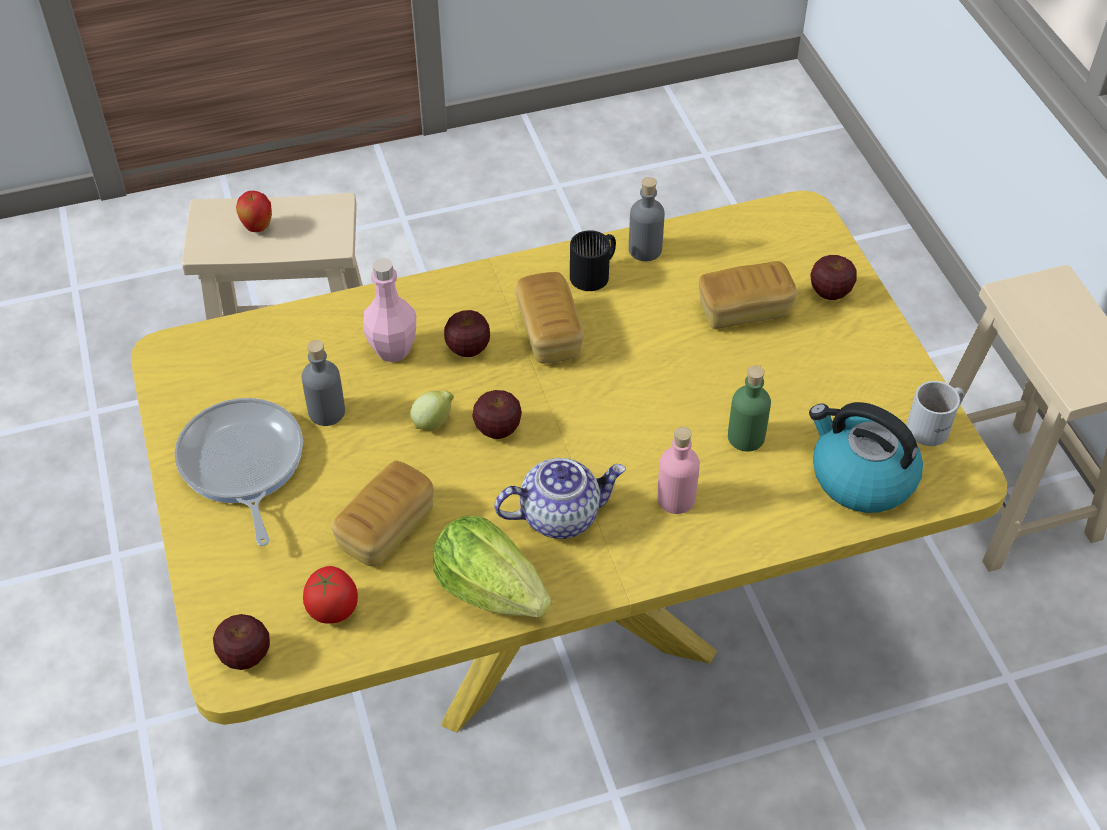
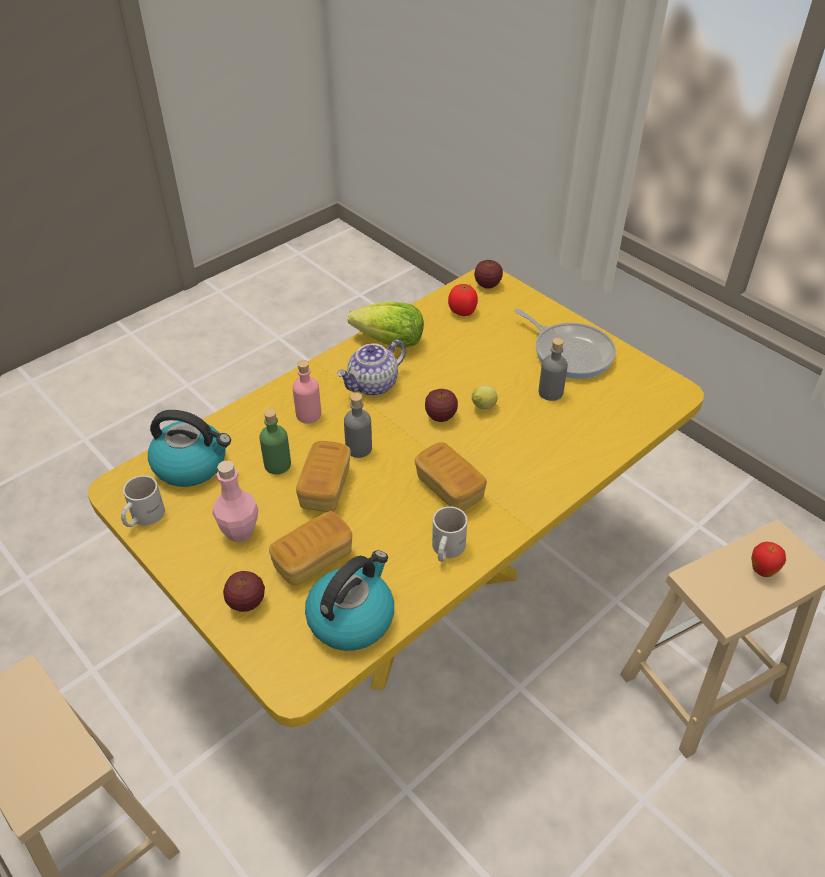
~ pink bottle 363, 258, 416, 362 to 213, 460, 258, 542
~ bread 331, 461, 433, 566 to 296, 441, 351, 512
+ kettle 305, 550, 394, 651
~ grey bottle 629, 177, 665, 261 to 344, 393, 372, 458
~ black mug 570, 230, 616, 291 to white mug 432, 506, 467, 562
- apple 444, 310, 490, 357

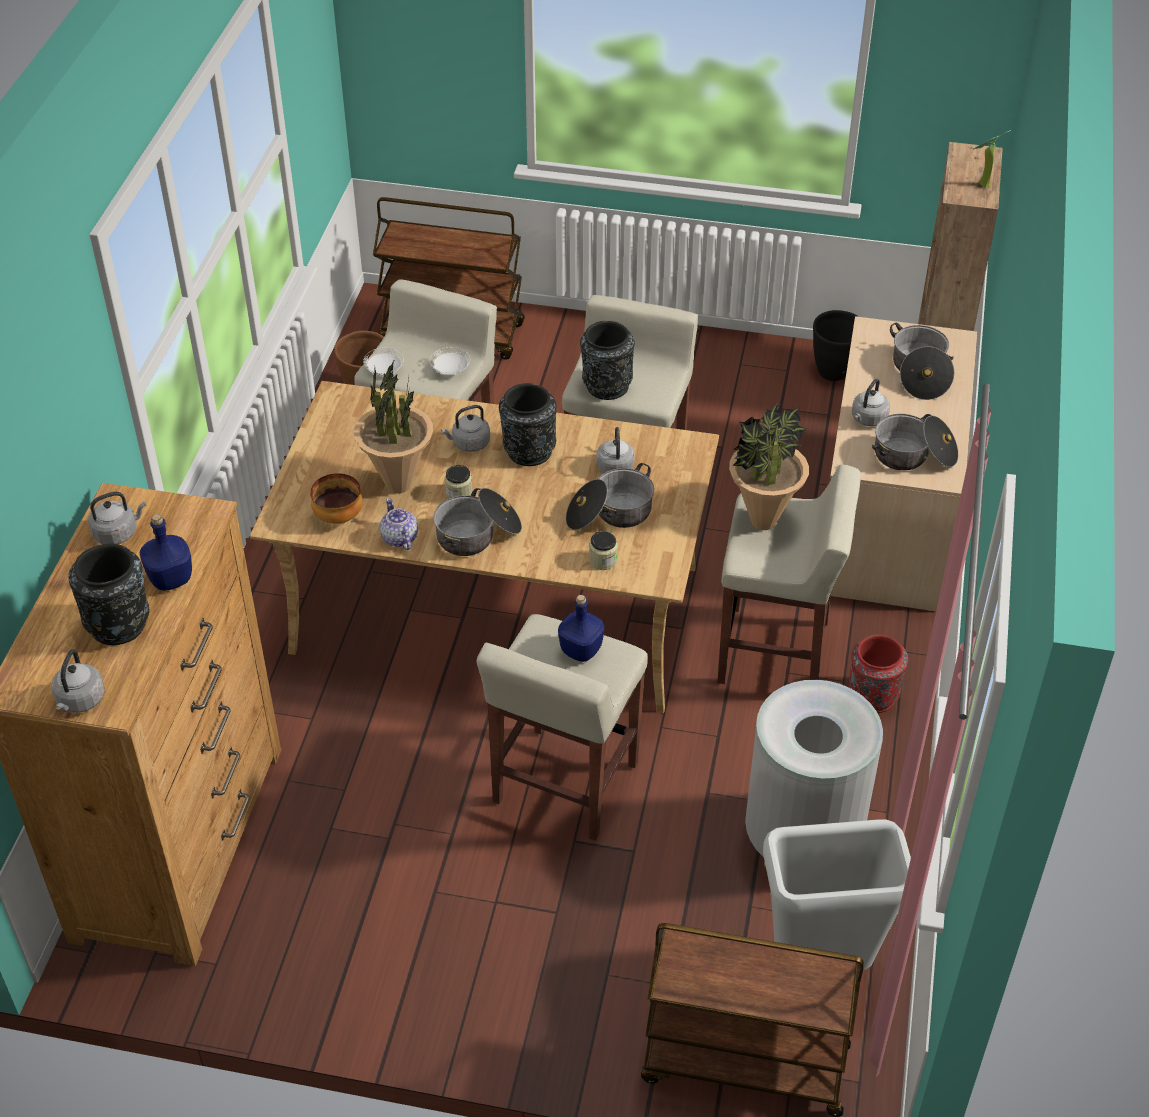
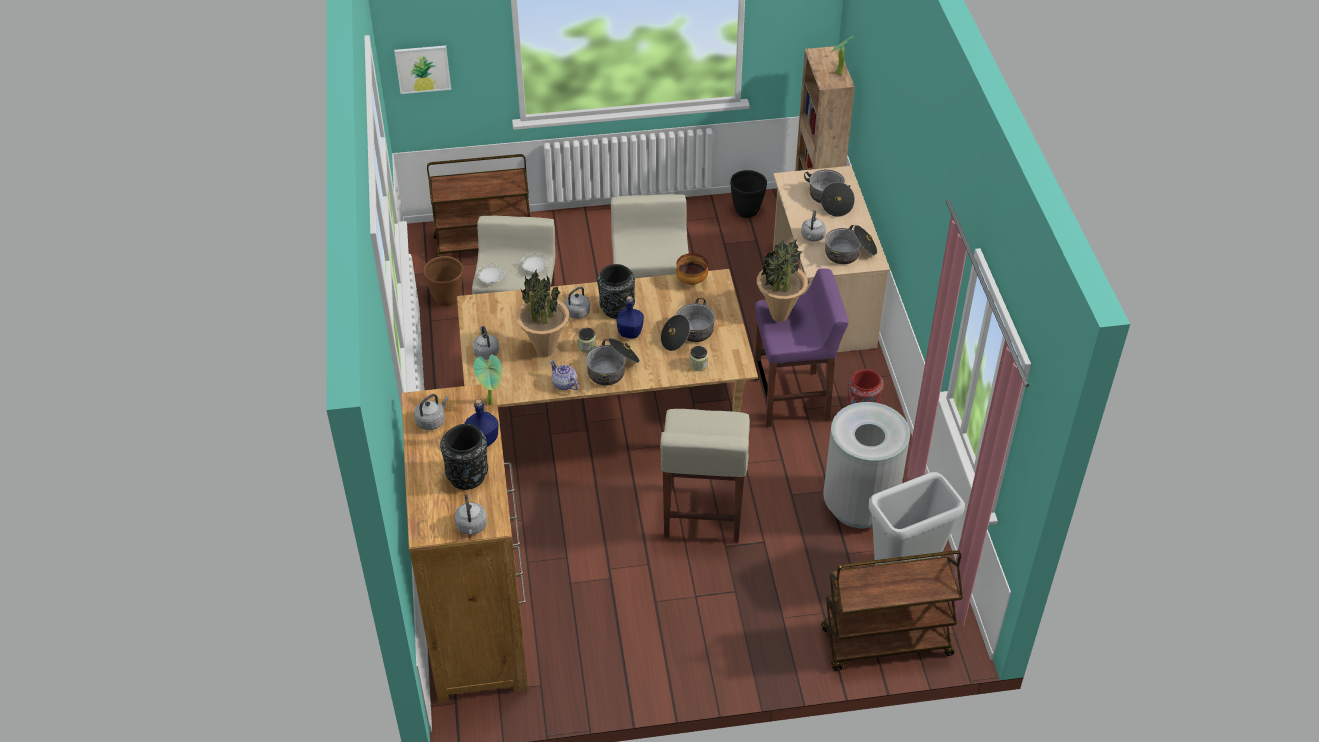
+ picture 394, 46, 451, 94
~ grey kettle 596, 427, 635, 474 to 472, 326, 499, 360
+ potted plant 473, 355, 502, 405
~ blue bottle 558, 595, 604, 662 to 617, 296, 644, 338
~ bowl 310, 473, 363, 524 to 676, 253, 708, 285
~ beige stool 717, 464, 861, 684 to purple stool 754, 268, 848, 427
- black vase 580, 321, 635, 400

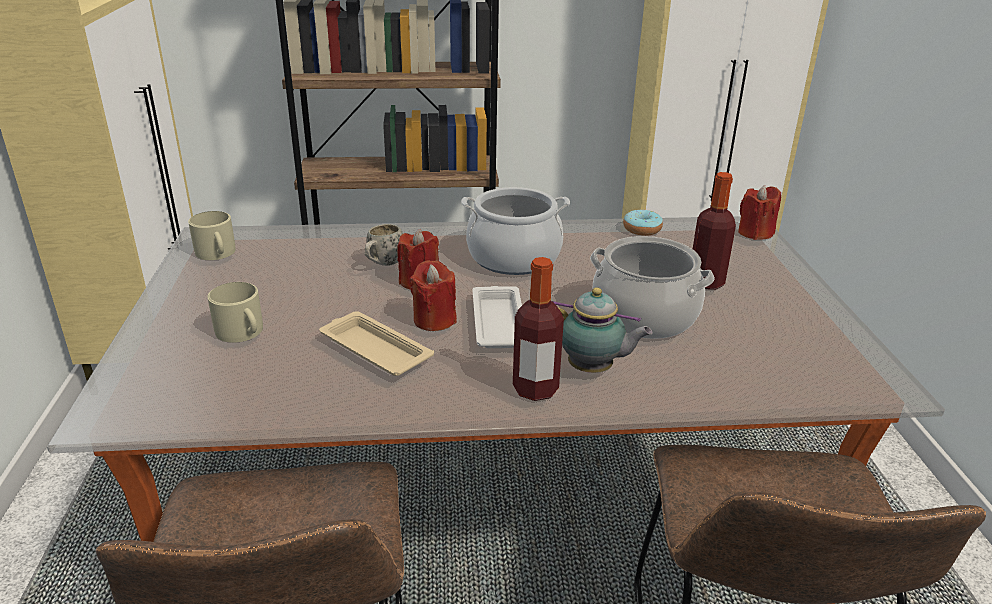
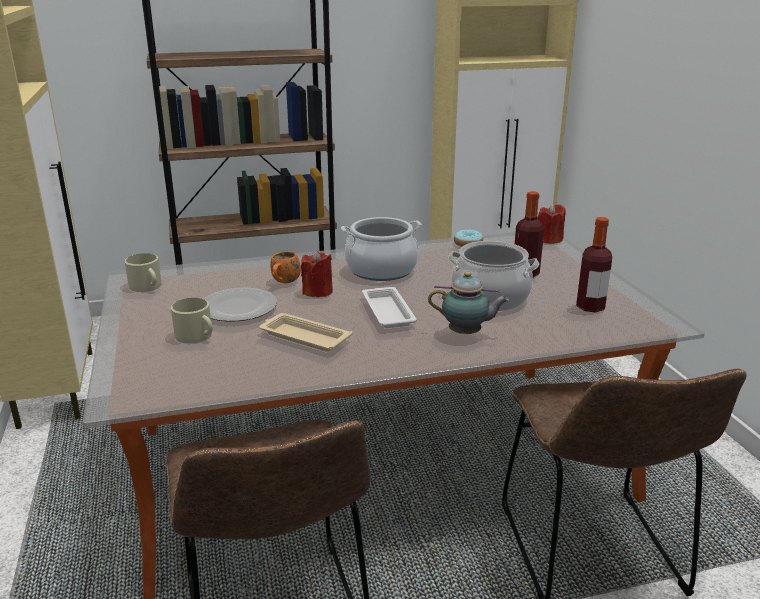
+ plate 204, 288, 277, 322
~ white mug 365, 224, 403, 266 to orange mug 270, 251, 301, 283
~ bottle 513, 257, 564, 401 to 576, 217, 612, 312
- red candle 410, 260, 457, 331

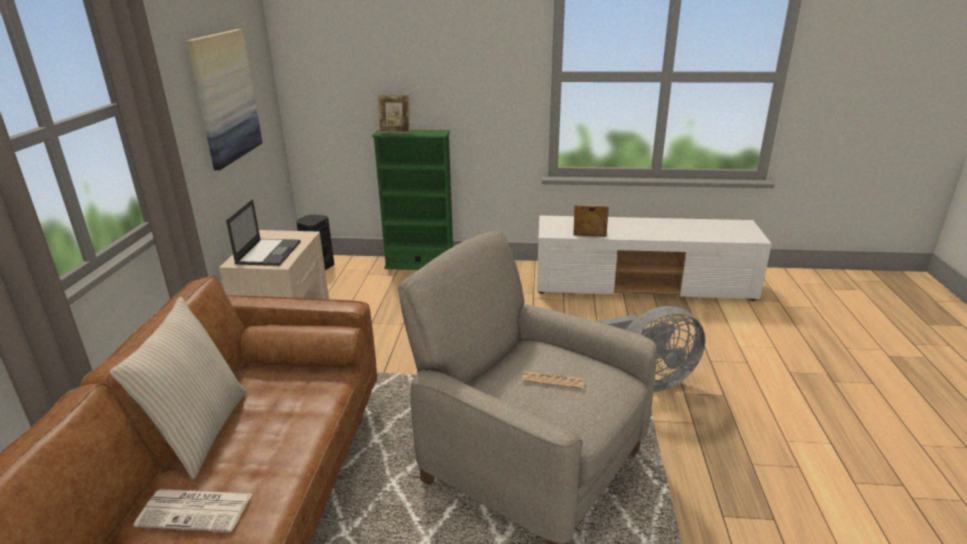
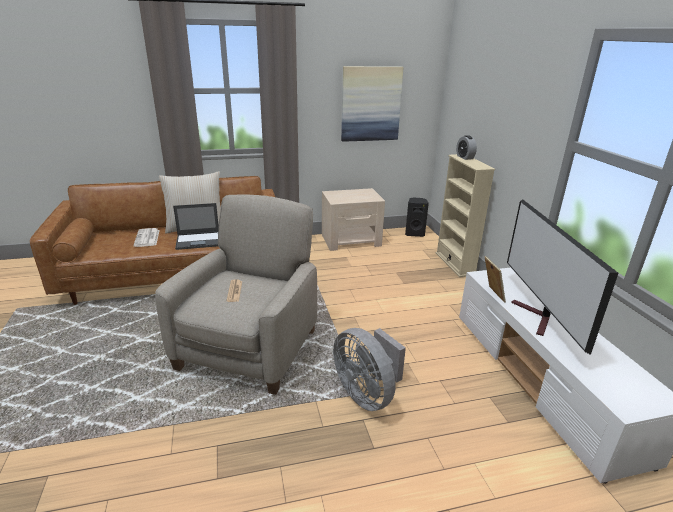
~ laptop 226, 199, 301, 266 to 173, 203, 219, 250
~ green bookcase 372, 129, 453, 270 to beige bookcase 436, 154, 495, 277
~ picture frame 378, 95, 410, 133 to alarm clock 456, 135, 477, 160
+ television 507, 200, 618, 355

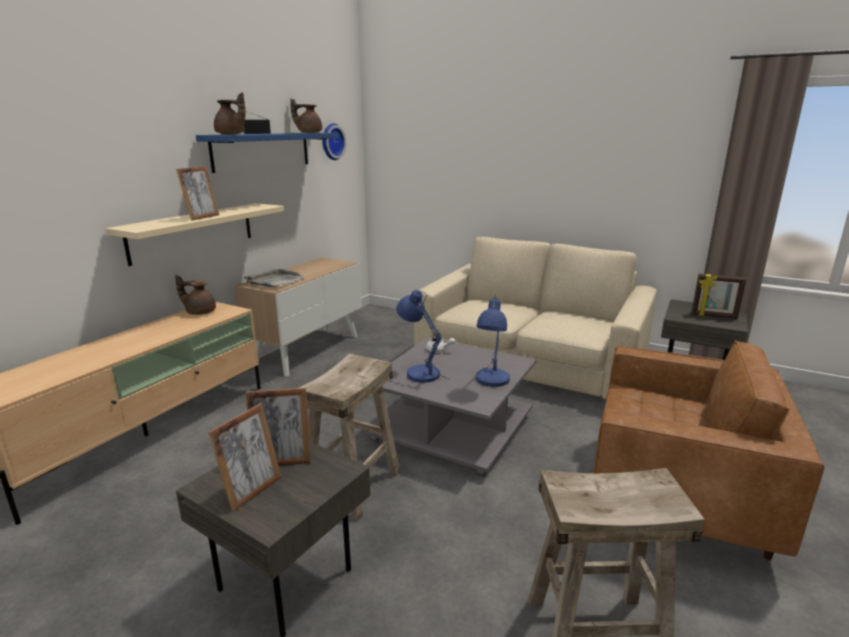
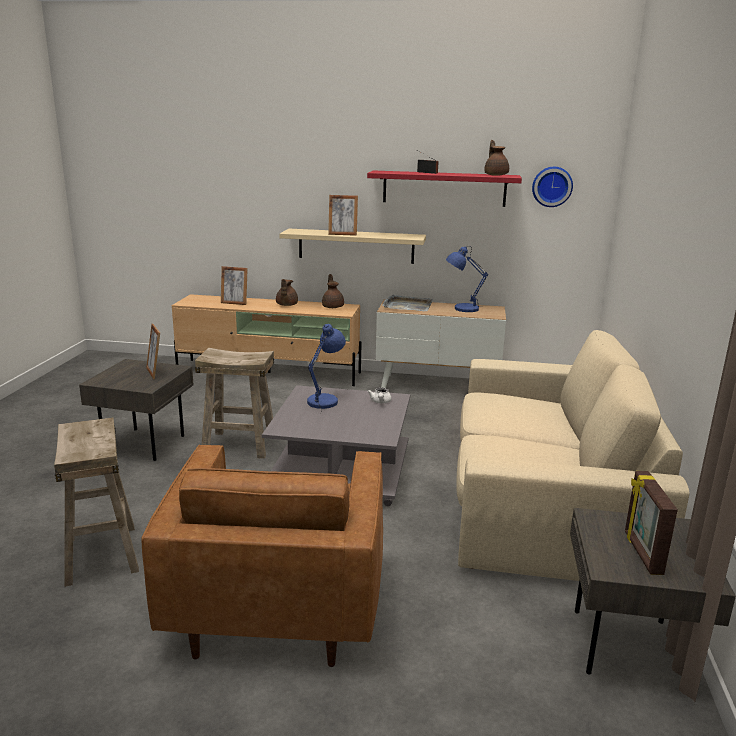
~ picture frame 208, 403, 281, 512 to 221, 266, 248, 305
~ brown teapot 214, 92, 246, 135 to 276, 279, 298, 306
~ blue shelf 196, 133, 339, 173 to red shelf 367, 170, 522, 207
~ blue table lamp 476, 296, 510, 387 to 446, 246, 488, 312

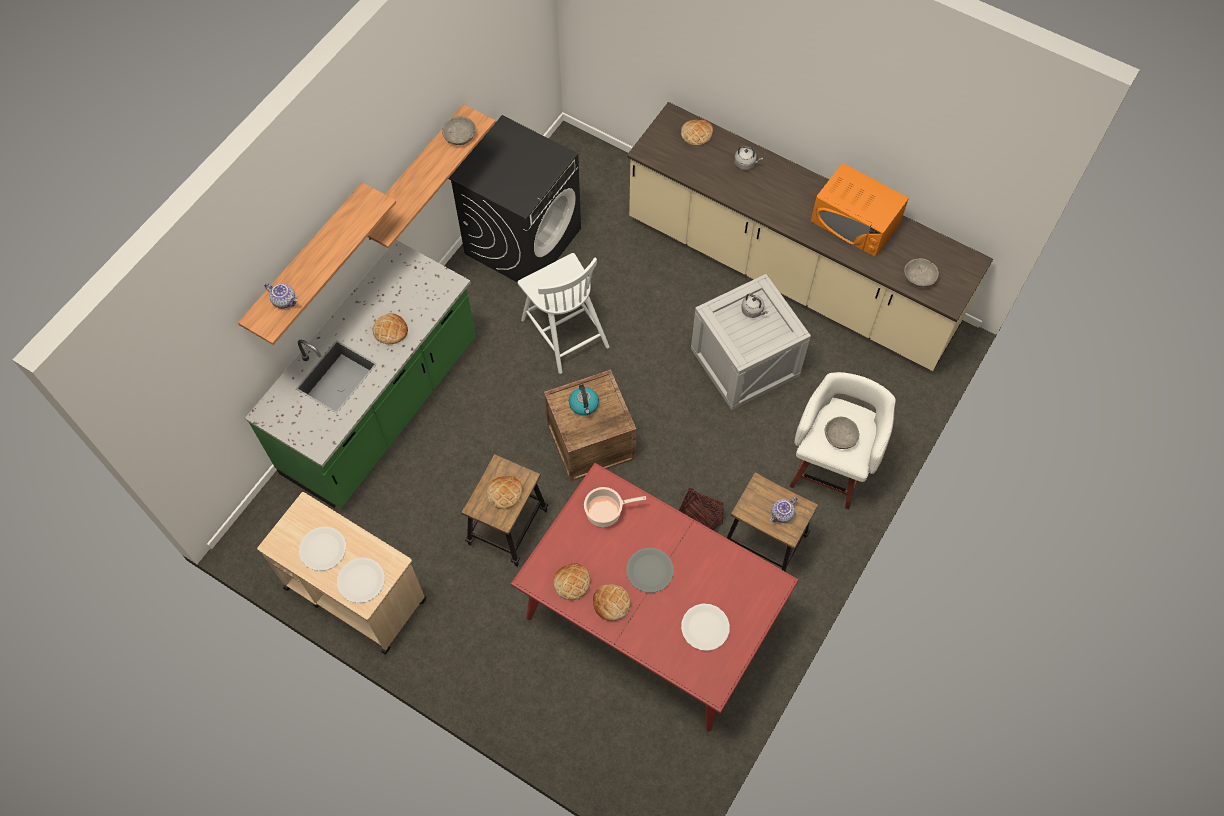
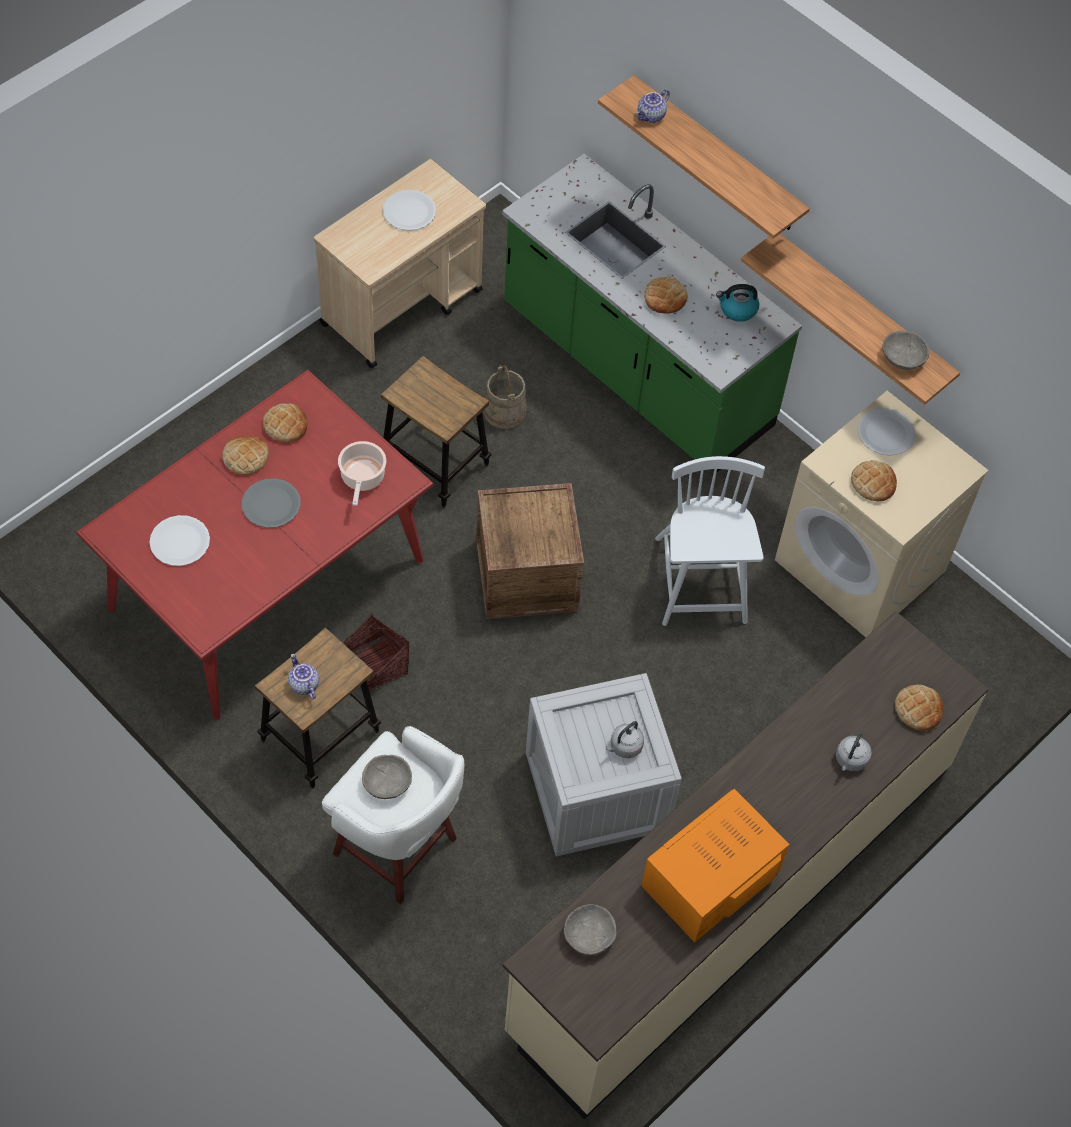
+ beige bucket 484, 365, 527, 429
~ white chair 518, 253, 609, 374 = 655, 456, 765, 626 105 degrees clockwise
~ kettle 569, 384, 599, 416 to 716, 284, 759, 322
~ black washing machine 448, 115, 581, 283 to beige washing machine 775, 391, 989, 637
~ bread 487, 476, 523, 509 to 851, 460, 897, 502
~ white plate 337, 557, 385, 603 to 858, 408, 915, 456

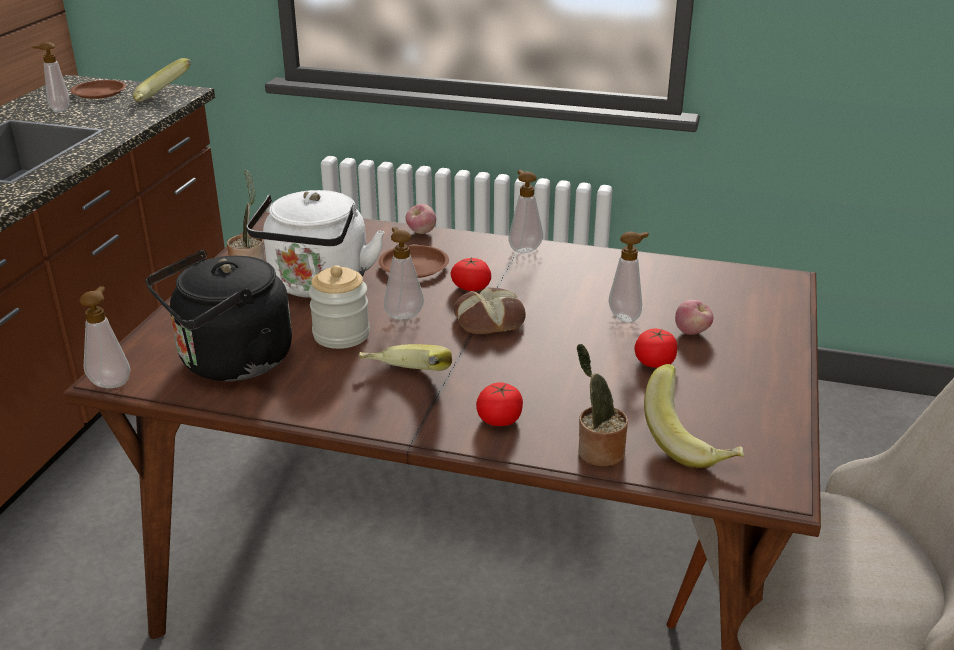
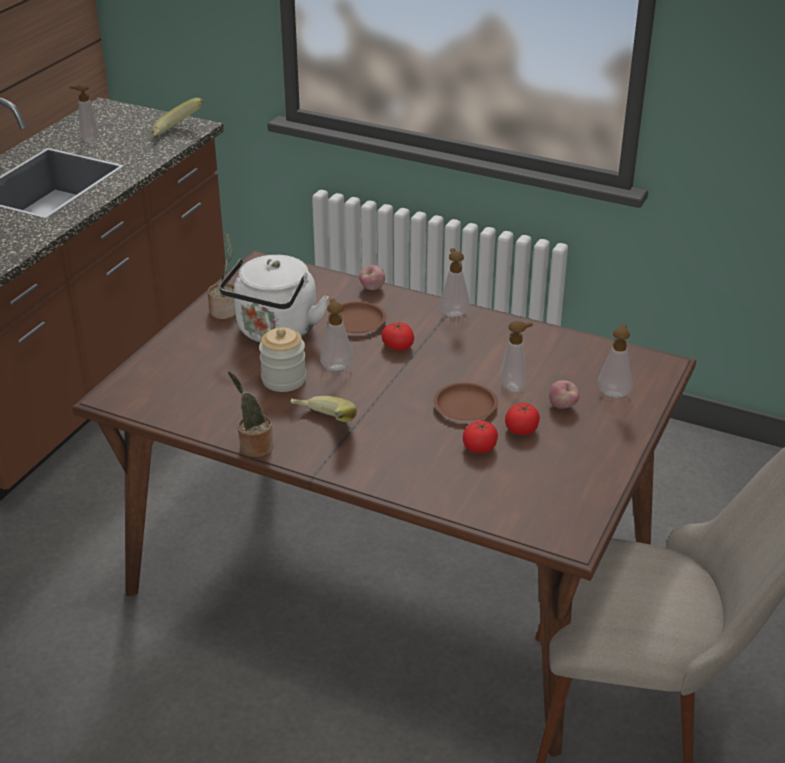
~ potted plant 577, 344, 628, 467 to 228, 371, 273, 458
~ brown plate 70, 80, 126, 99 to 434, 382, 498, 421
~ tomato 476, 383, 523, 426 to 463, 420, 498, 453
~ soap dispenser 79, 286, 131, 388 to 598, 324, 633, 398
- black kettle 146, 250, 292, 381
- bread 454, 288, 526, 334
- banana 644, 364, 744, 469

